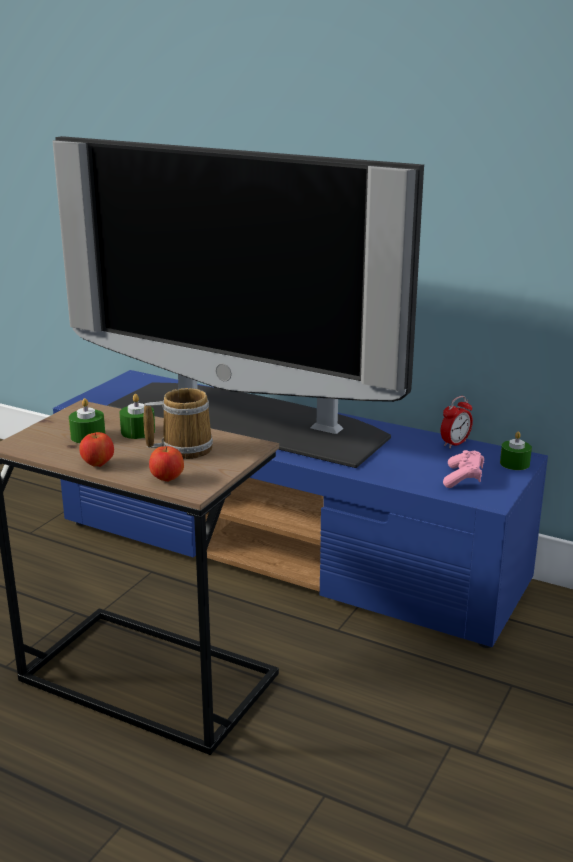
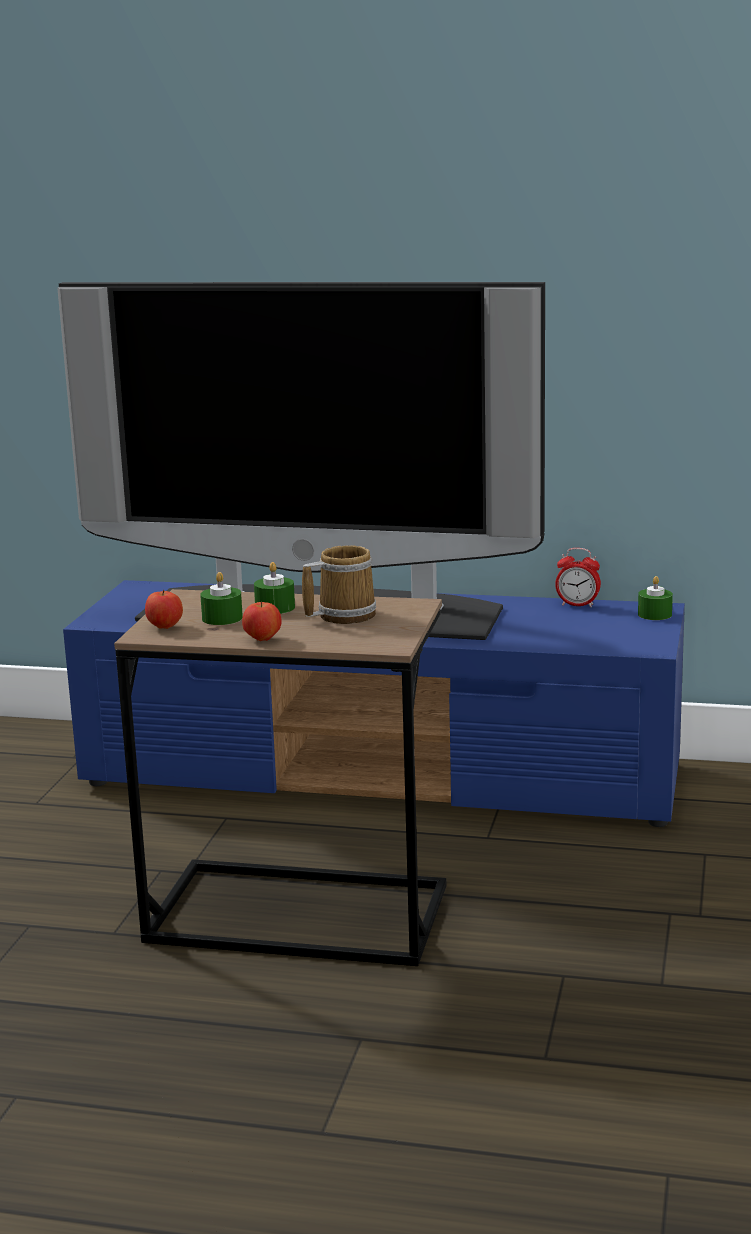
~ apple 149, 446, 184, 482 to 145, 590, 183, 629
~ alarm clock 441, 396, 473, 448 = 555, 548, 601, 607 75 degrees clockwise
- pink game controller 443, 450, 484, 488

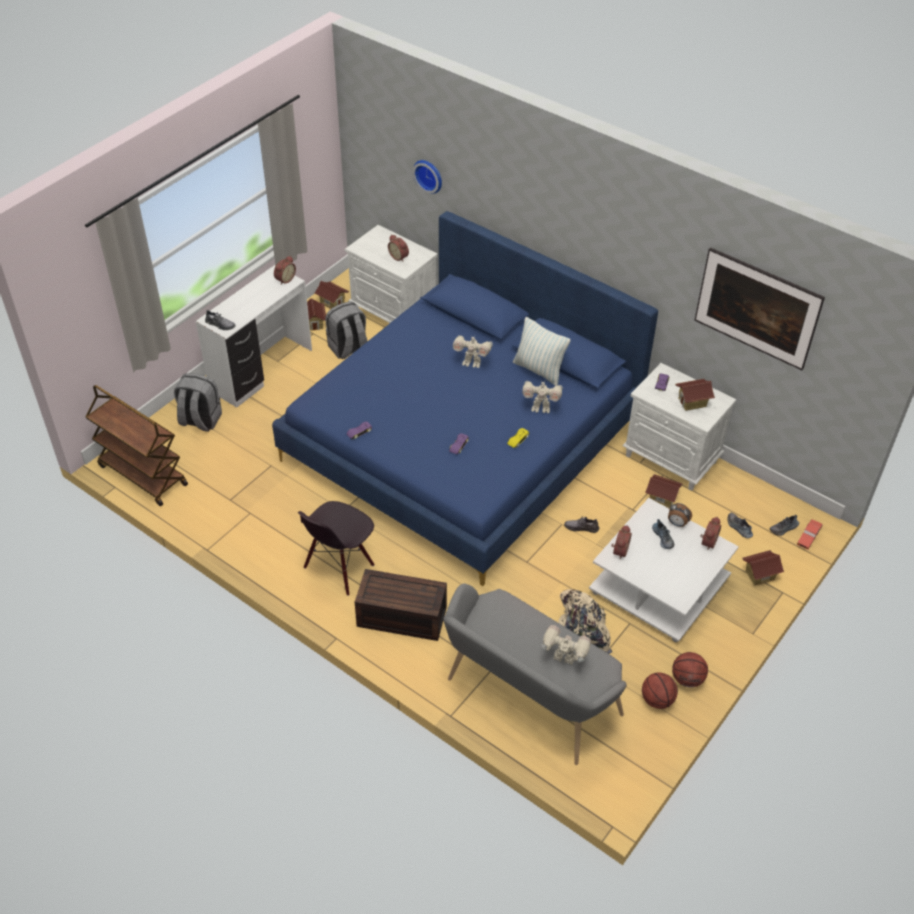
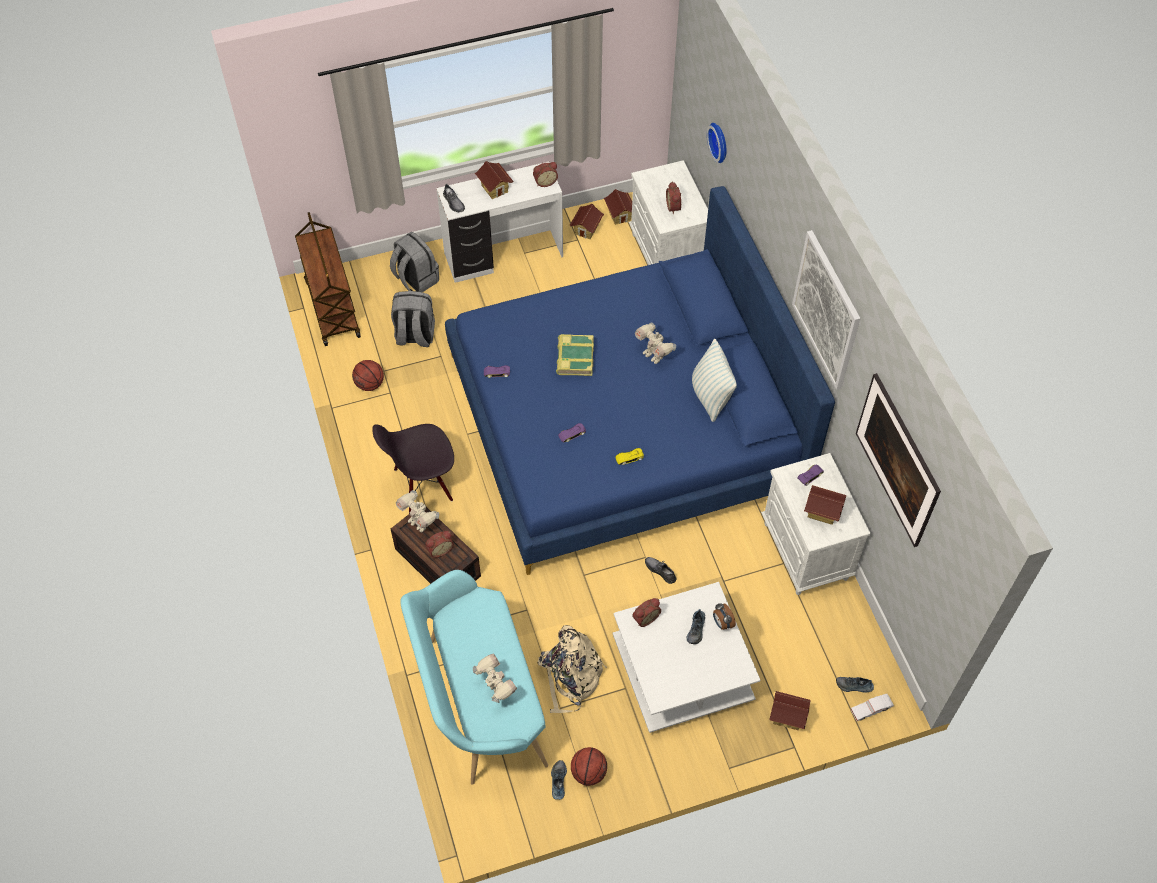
~ basketball 672, 652, 708, 688 to 352, 360, 384, 391
~ grey backpack 326, 301, 368, 359 to 391, 291, 435, 347
~ toy robot 522, 381, 563, 413 to 396, 490, 439, 533
~ grey bench 443, 583, 627, 765 to turquoise bench 400, 570, 548, 785
~ alarm clock 700, 517, 721, 550 to 425, 531, 454, 558
~ toy house 645, 474, 682, 509 to 475, 161, 514, 199
~ shoe 727, 513, 753, 538 to 551, 760, 567, 800
+ book 556, 334, 594, 376
+ picture 792, 230, 860, 390
~ red toy car 797, 519, 823, 549 to white toy car 850, 694, 894, 721

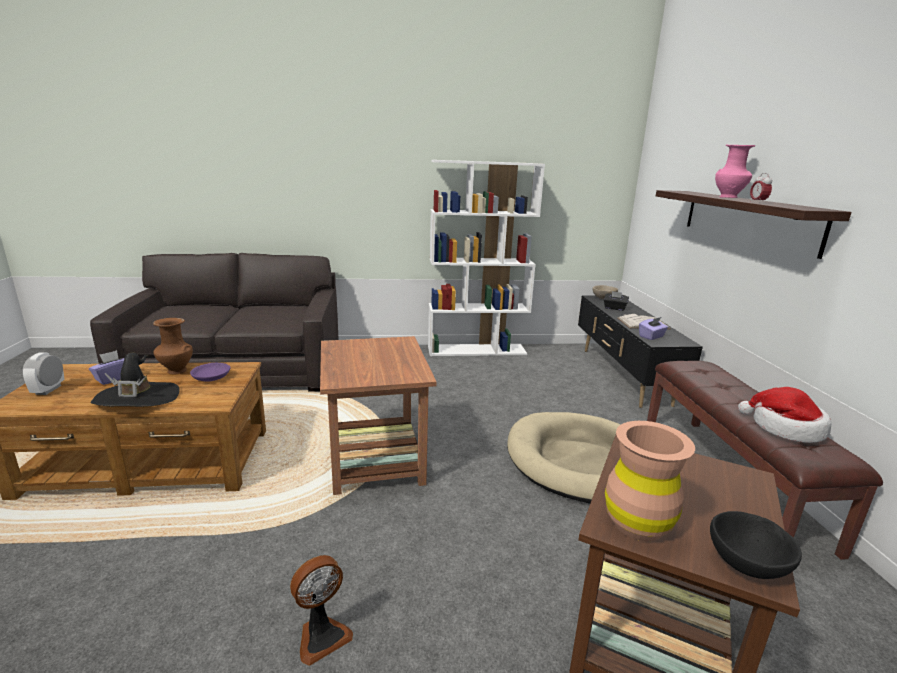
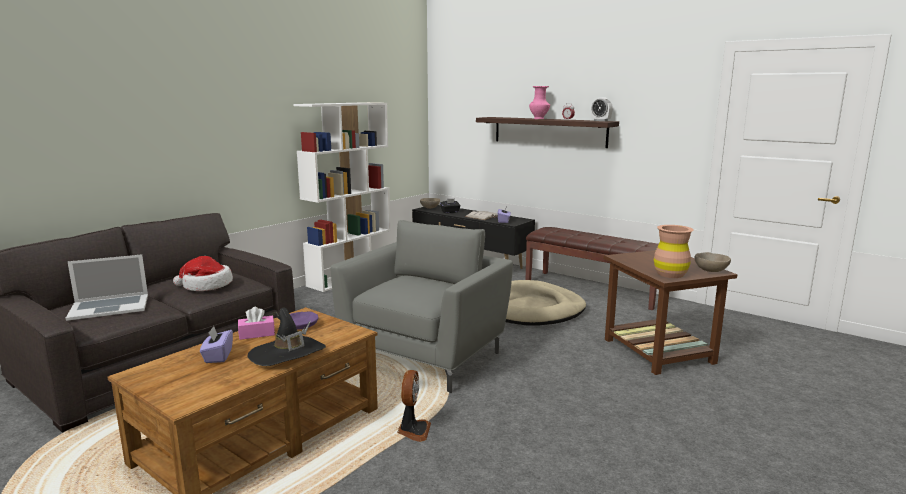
+ laptop 66, 254, 148, 321
~ hat 738, 387, 831, 443 to 173, 256, 233, 291
~ brown vase 153, 318, 193, 374 to pink tissue box 238, 307, 275, 340
~ brown side table 320, 336, 437, 495 to grey armchair 330, 220, 513, 393
~ fan 290, 555, 353, 666 to 397, 370, 431, 442
~ alarm clock 22, 352, 64, 395 to 591, 97, 613, 121
~ black bowl 710, 511, 802, 579 to beige bowl 694, 252, 731, 272

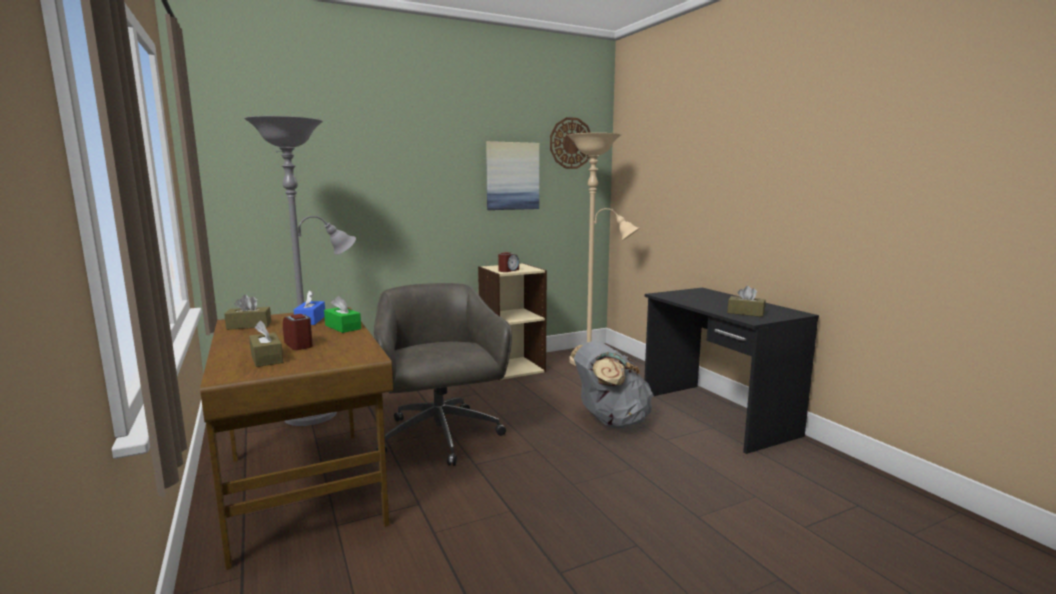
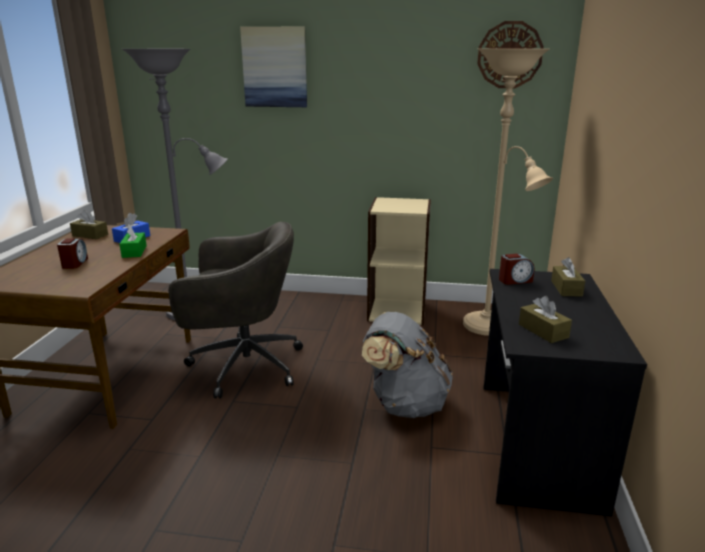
~ grey office chair 374, 283, 512, 466 = 168, 222, 303, 399 75 degrees clockwise
~ picture 486, 141, 539, 210 to 240, 26, 307, 107
~ alarm clock 498, 252, 519, 272 to 499, 254, 534, 285
~ brown tissue box 249, 321, 283, 367 to 551, 257, 585, 297

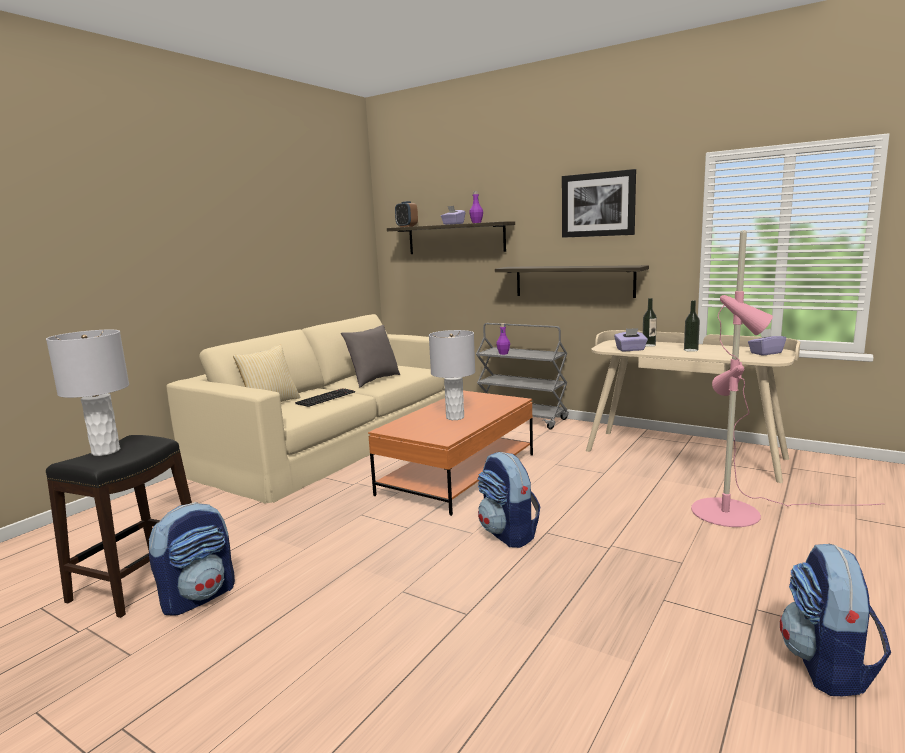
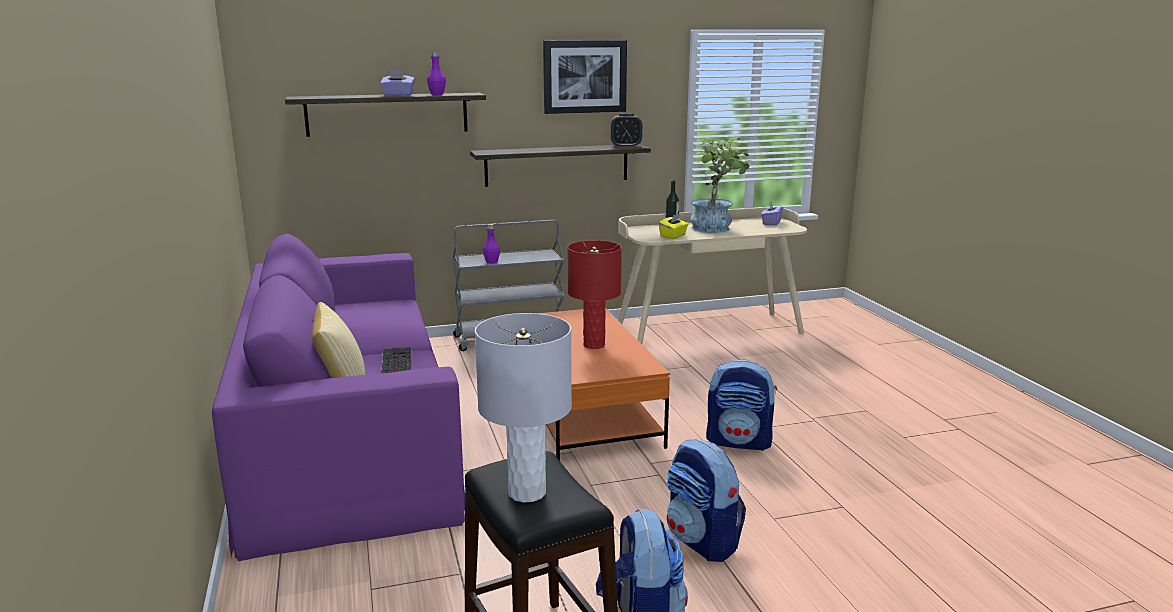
~ beige sofa 166, 314, 445, 504 to purple sofa 212, 234, 465, 561
~ grey table lamp 429, 330, 475, 420 to red table lamp 567, 240, 622, 349
~ alarm clock 395, 201, 418, 227 to 610, 113, 642, 148
~ purple tissue box 614, 328, 648, 351 to yellow tissue box 659, 214, 688, 239
~ backpack 780, 543, 891, 696 to 667, 440, 746, 562
~ bottle 684, 300, 700, 352 to potted plant 690, 138, 754, 233
- grey pillow 341, 325, 400, 388
- pink floor lamp 691, 230, 884, 527

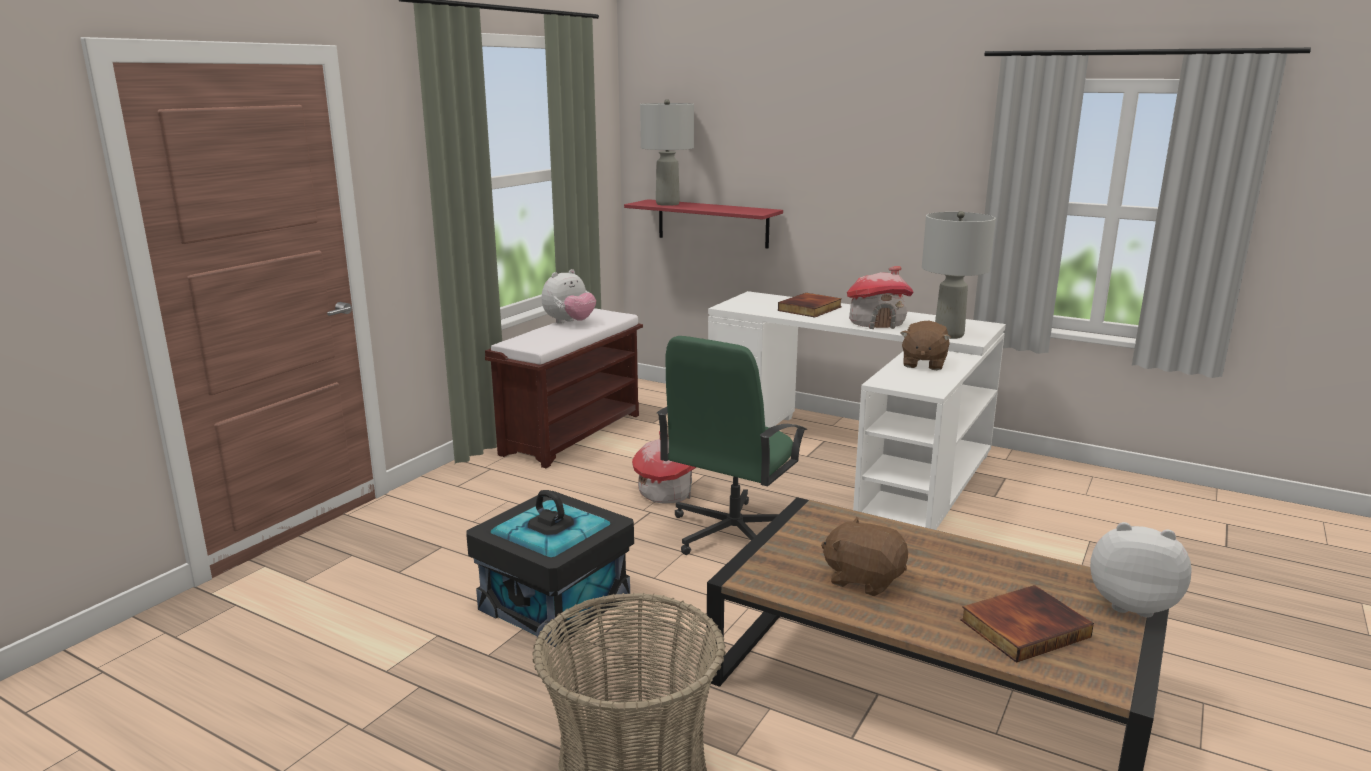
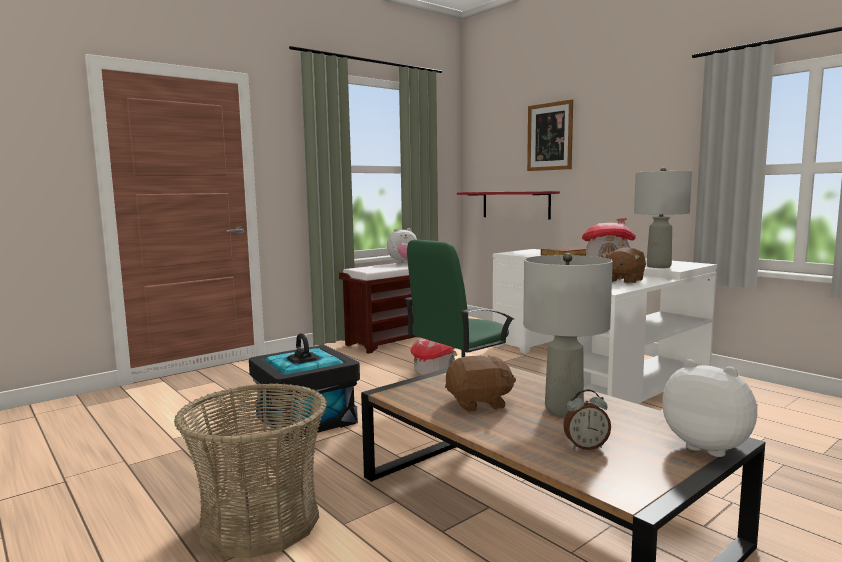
~ brown plush toy 821, 517, 908, 596 = 445, 355, 516, 412 120 degrees clockwise
~ grey table lamp 640, 99, 694, 206 to 523, 253, 613, 416
+ picture 527, 99, 573, 171
~ book 960, 585, 1094, 663 to alarm clock 563, 389, 611, 450

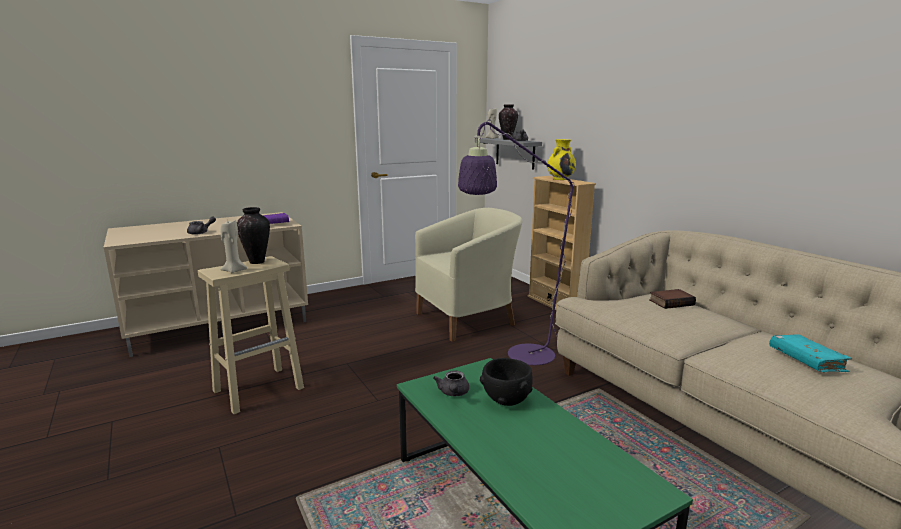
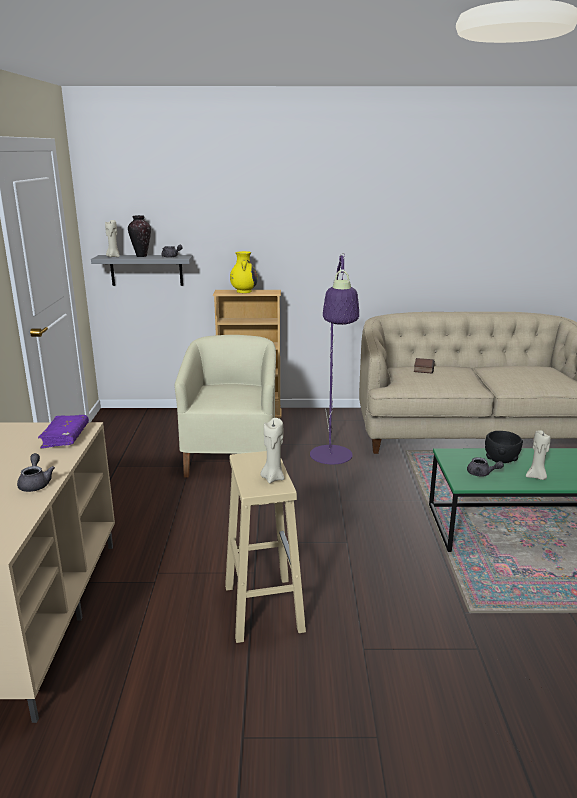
+ beige candle 526, 430, 551, 480
- vase 237, 207, 270, 264
- turquoise book 769, 334, 852, 372

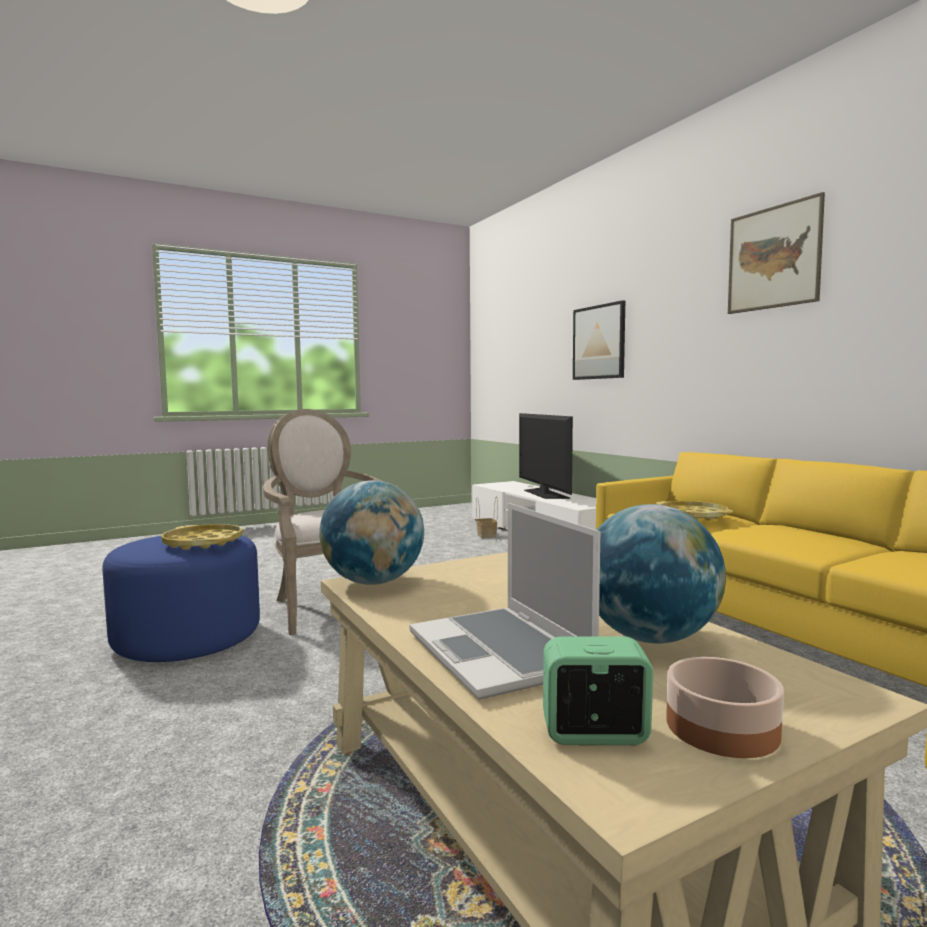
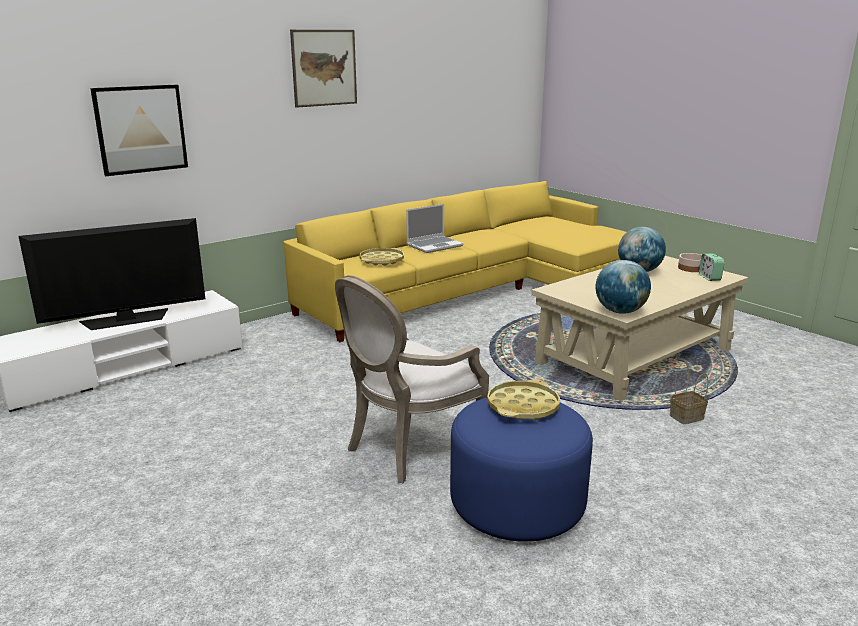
~ laptop 409, 503, 600, 700 to 406, 204, 464, 253
~ basket 476, 496, 498, 538 to 670, 362, 708, 424

